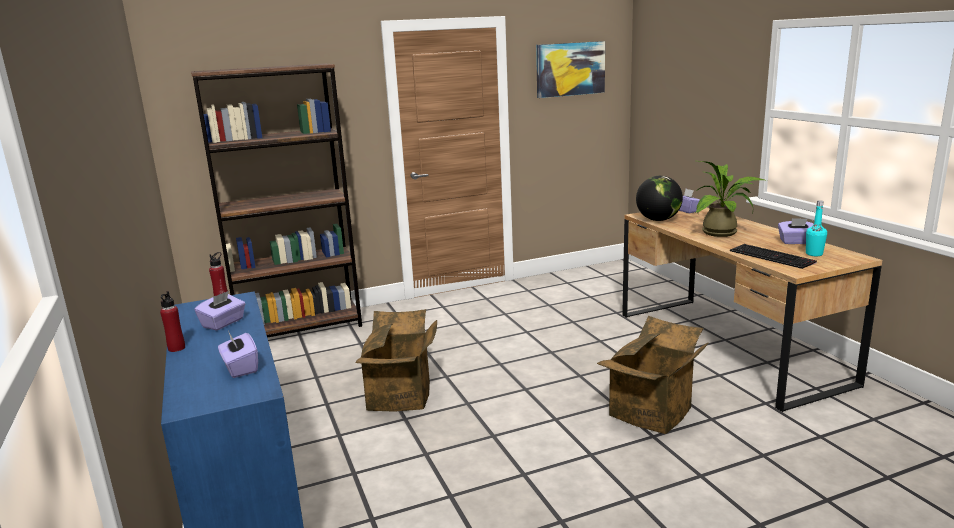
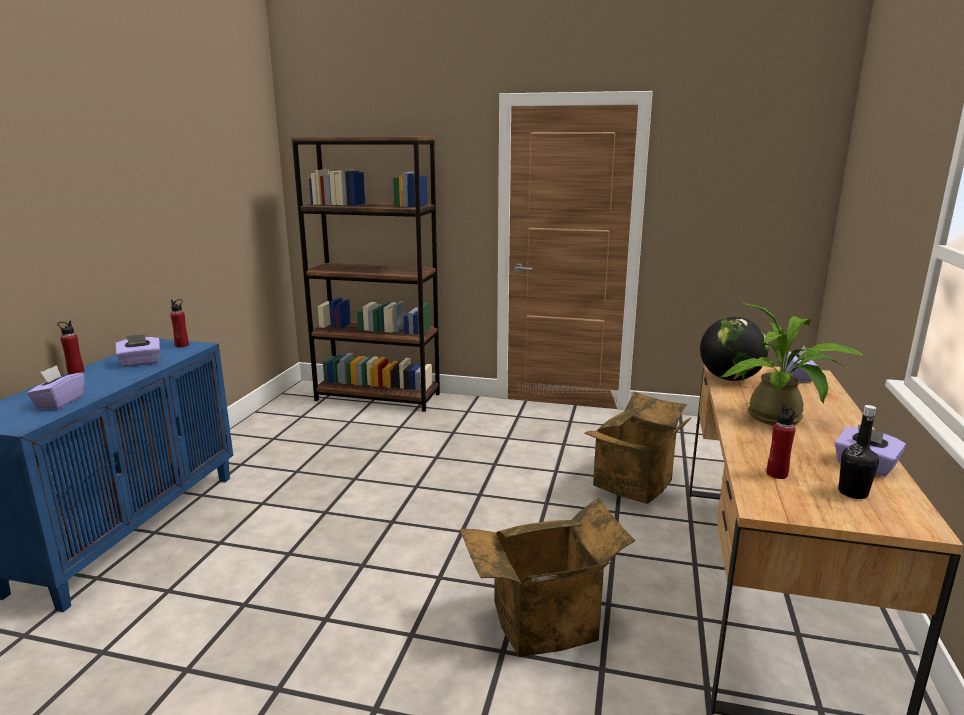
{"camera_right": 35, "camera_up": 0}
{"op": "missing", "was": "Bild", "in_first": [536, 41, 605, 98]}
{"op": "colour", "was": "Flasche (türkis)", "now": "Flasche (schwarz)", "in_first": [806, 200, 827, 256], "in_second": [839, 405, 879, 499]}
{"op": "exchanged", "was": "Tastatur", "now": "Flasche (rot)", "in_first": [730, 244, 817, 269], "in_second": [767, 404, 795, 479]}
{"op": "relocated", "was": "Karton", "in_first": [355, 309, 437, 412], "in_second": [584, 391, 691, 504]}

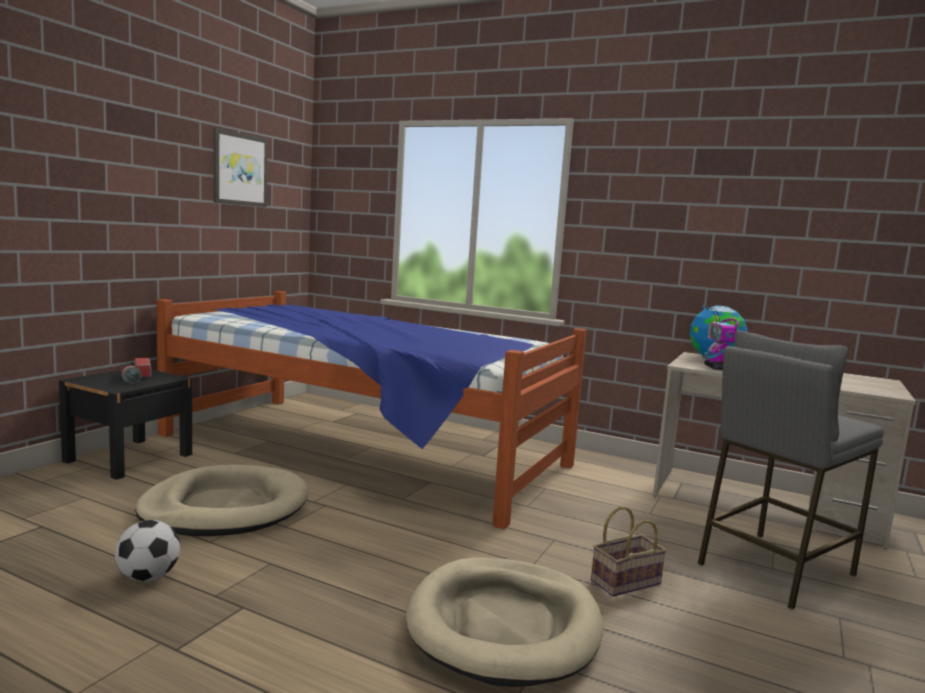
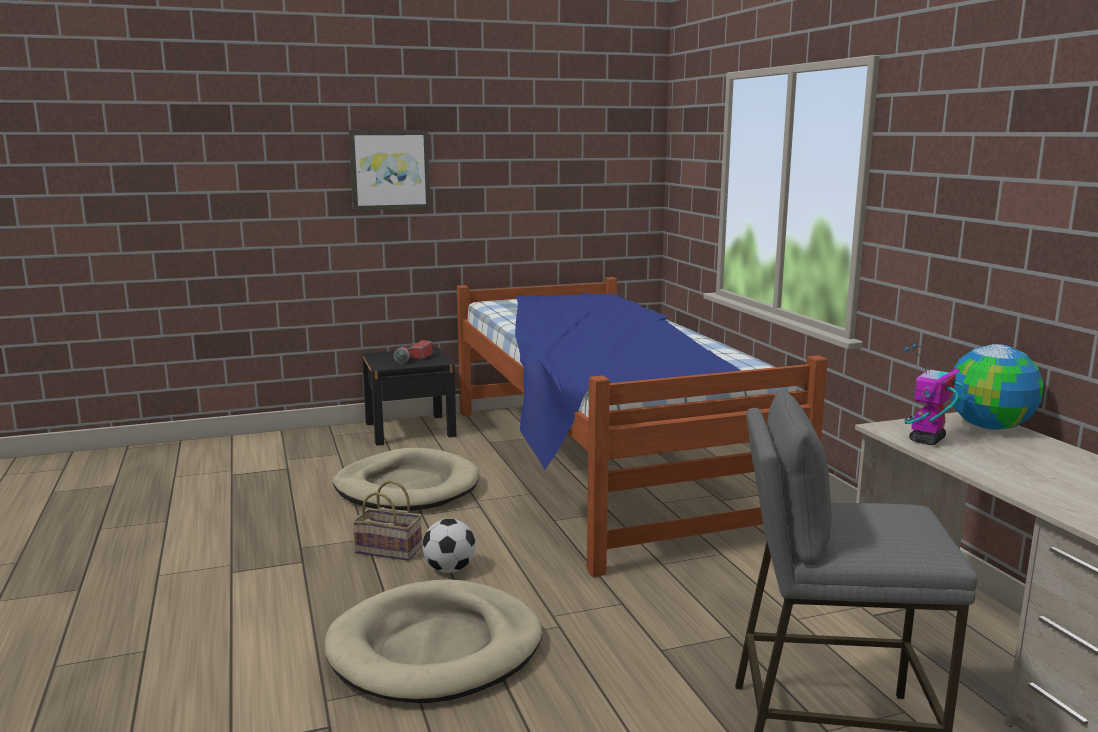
{"camera_right": 45, "camera_up": 5}
{"op": "relocated", "was": "Bild", "in_first": [213, 128, 268, 207], "in_second": [349, 130, 431, 210]}
{"op": "relocated", "was": "Korb", "in_first": [591, 506, 666, 597], "in_second": [352, 480, 422, 561]}
{"op": "relocated", "was": "Fußball", "in_first": [115, 520, 180, 582], "in_second": [422, 519, 476, 573]}

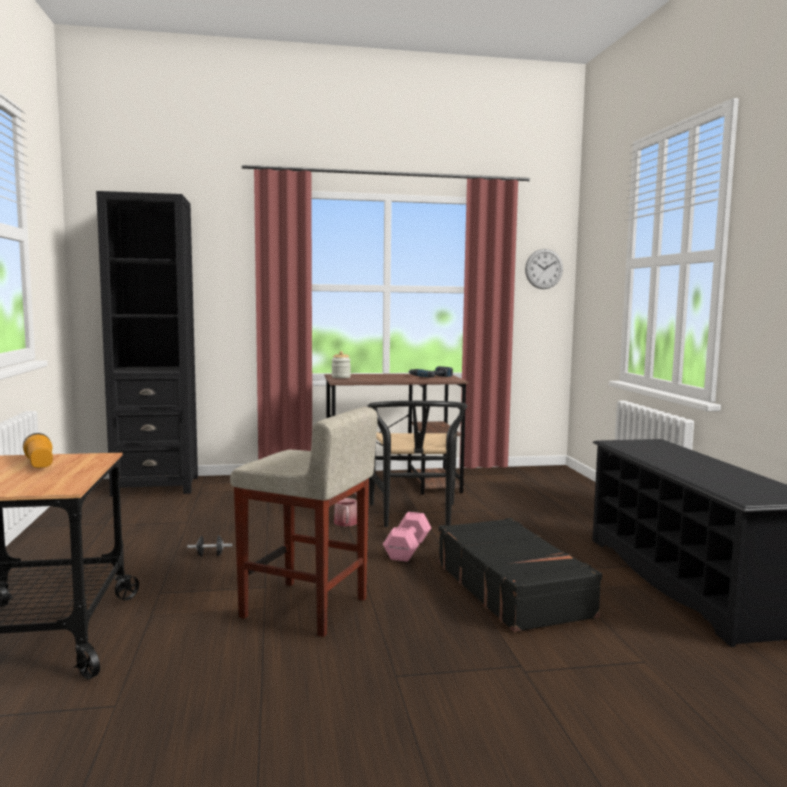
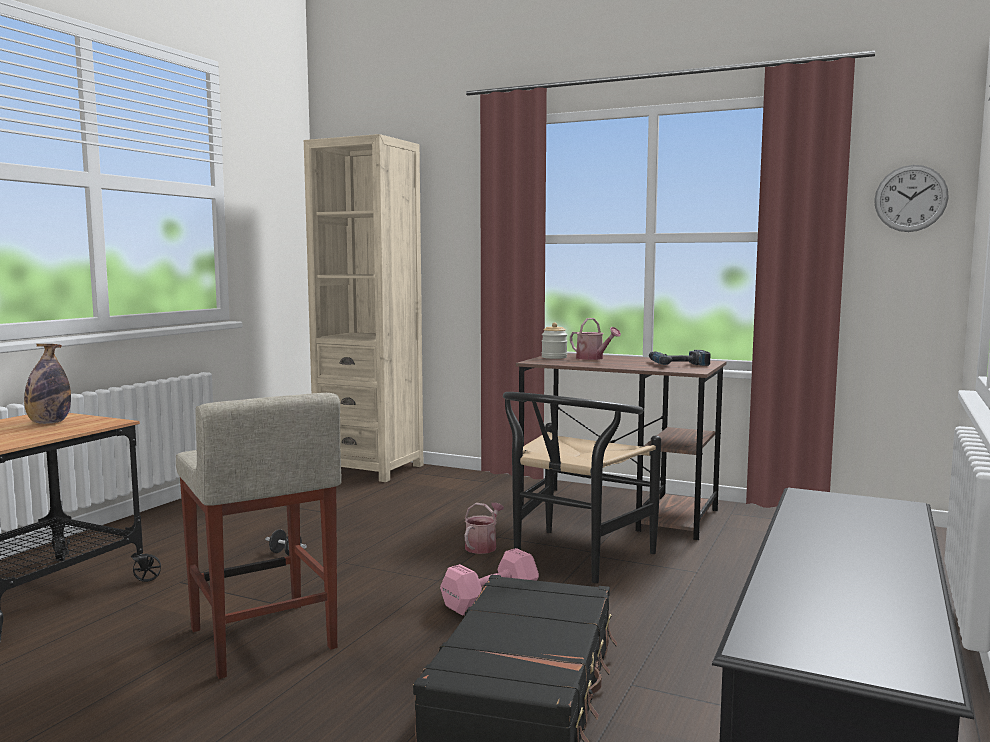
{"camera_right": 35, "camera_up": 0}
{"op": "colour", "was": "Bücherregal (schwarz)", "now": "Bücherregal (beige)", "in_first": [96, 191, 198, 496], "in_second": [304, 134, 423, 482]}
{"op": "exchanged", "was": "Taschenlampe", "now": "Flasche", "in_first": [23, 433, 53, 468], "in_second": [24, 344, 71, 424]}
{"op": "appeared", "now": "Gießkanne", "in_second": [570, 318, 621, 360]}

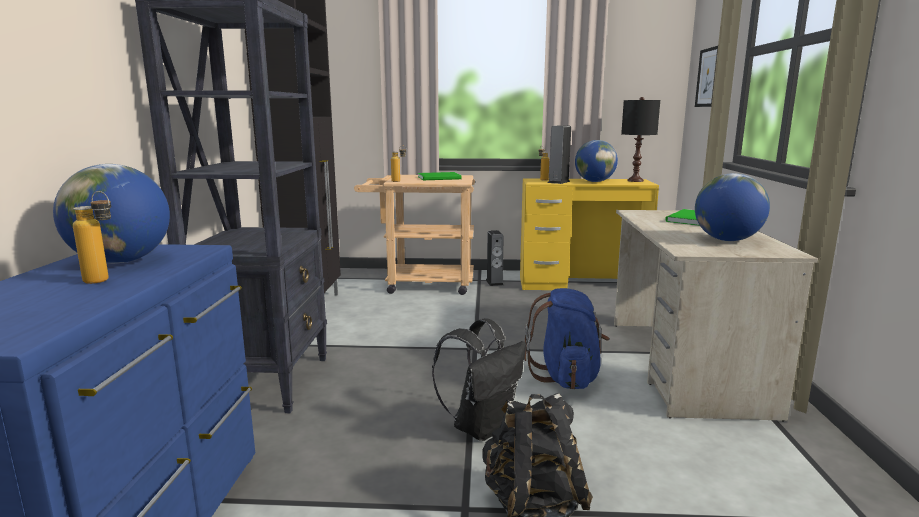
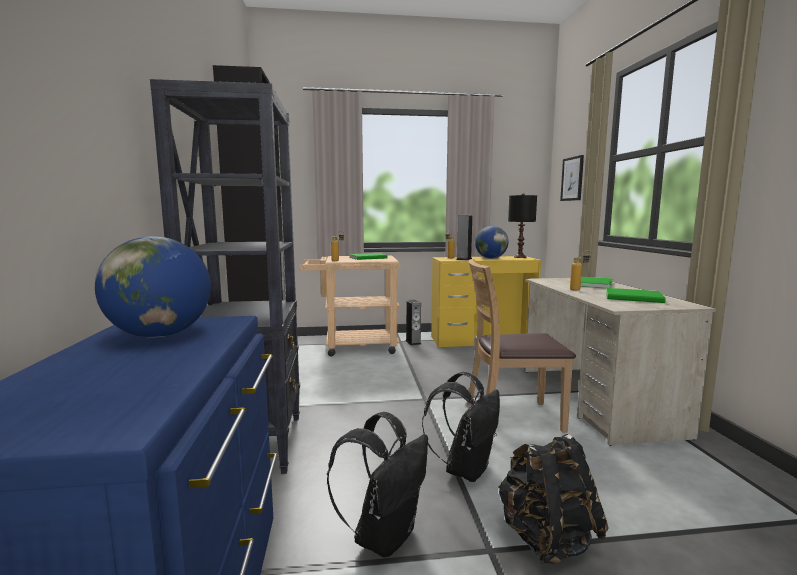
{"camera_right": -10, "camera_up": -5}
{"op": "exchanged", "was": "Globus", "now": "Buch (grün)", "in_first": [695, 173, 770, 241], "in_second": [606, 288, 666, 303]}
{"op": "relocated", "was": "Flasche", "in_first": [73, 191, 111, 284], "in_second": [570, 250, 591, 291]}
{"op": "exchanged", "was": "Rucksack (blau)", "now": "Stuhl (braun)", "in_first": [524, 288, 610, 390], "in_second": [466, 259, 576, 433]}
{"op": "appeared", "now": "Rucksack (schwarz)", "in_second": [327, 412, 428, 557]}

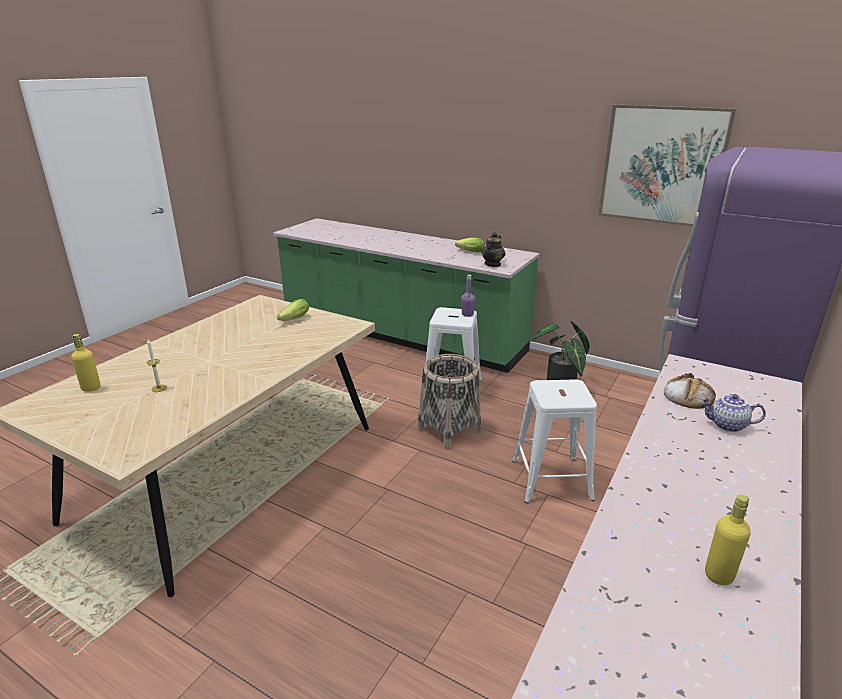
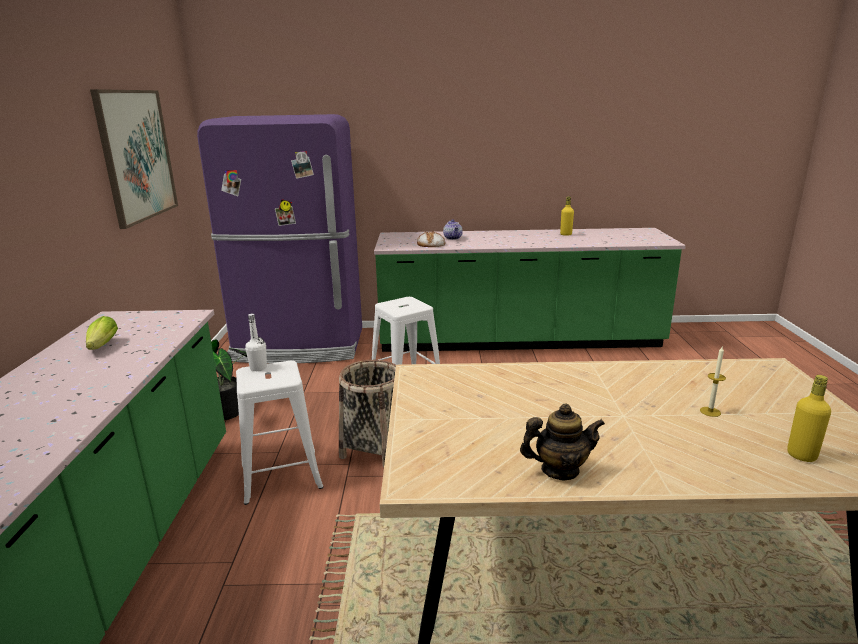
{"camera_right": -120, "camera_up": -5}
{"op": "relocated", "was": "Teekanne", "in_first": [481, 232, 505, 267], "in_second": [520, 403, 605, 480]}
{"op": "colour", "was": "Flasche (lila)", "now": "Flasche (weiß)", "in_first": [461, 275, 476, 317], "in_second": [245, 314, 267, 371]}
{"op": "missing", "was": "Salatkopf", "in_first": [277, 299, 309, 321]}

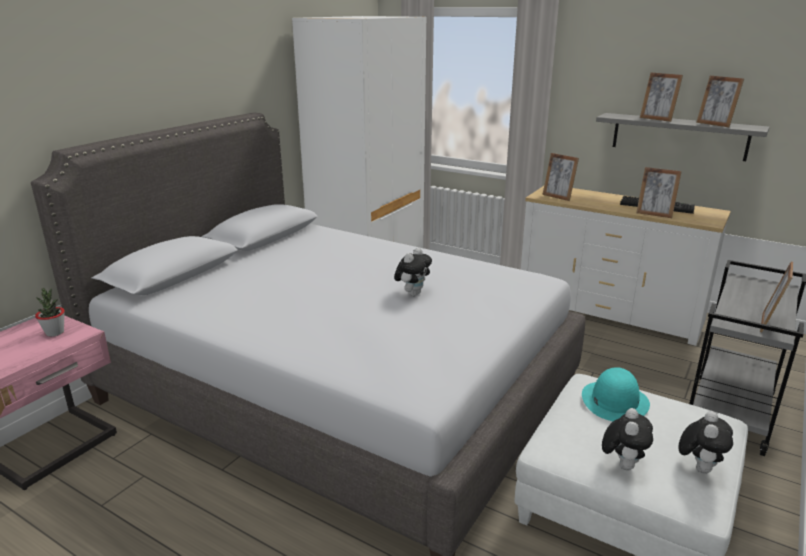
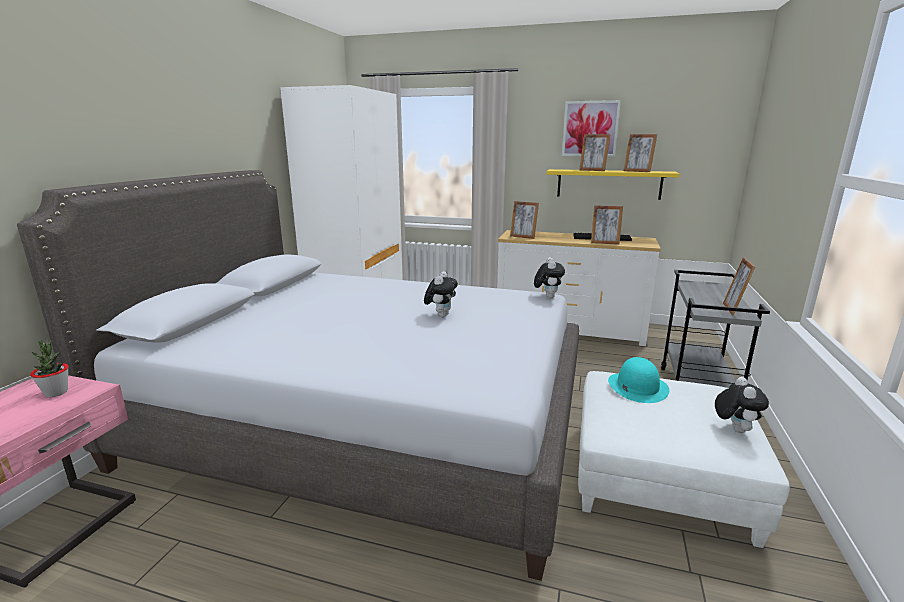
{"camera_right": -15, "camera_up": -5}
{"op": "colour", "was": "Wandregal (grau)", "now": "Wandregal (gelb)", "in_first": [596, 113, 769, 161], "in_second": [546, 169, 679, 200]}
{"op": "relocated", "was": "Plüschtier", "in_first": [602, 408, 653, 470], "in_second": [534, 257, 565, 298]}
{"op": "appeared", "now": "Bild", "in_second": [562, 100, 621, 157]}

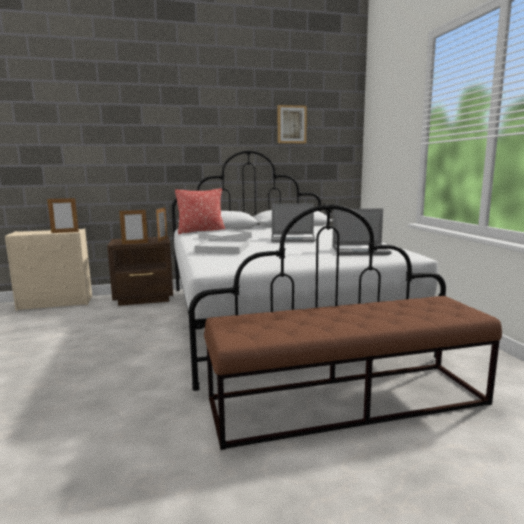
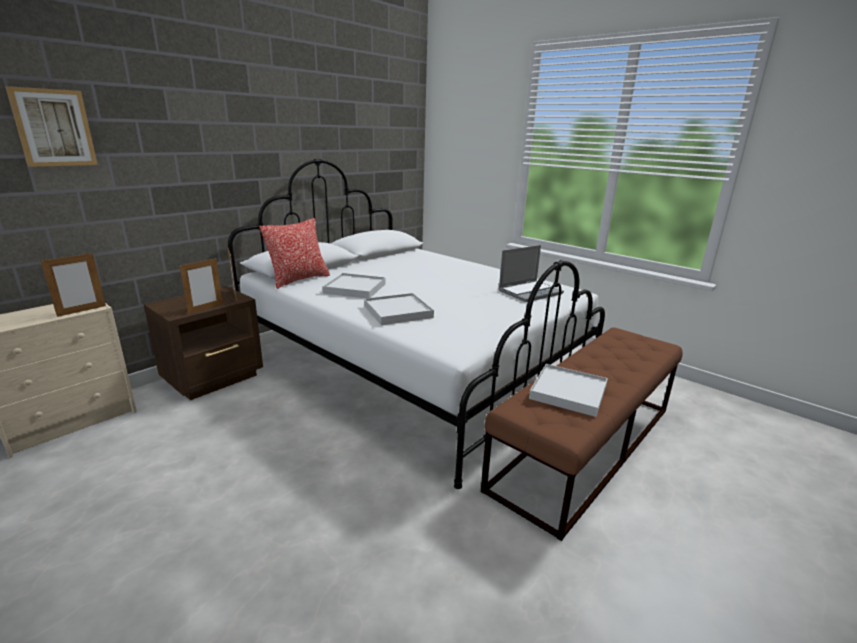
{"camera_right": -35, "camera_up": 10}
{"op": "relocated", "was": "Bild", "in_first": [278, 105, 307, 143], "in_second": [5, 86, 98, 167]}
{"op": "missing", "was": "Laptop", "in_first": [271, 203, 316, 242]}
{"op": "appeared", "now": "Tablett (weiß)", "in_second": [529, 364, 608, 417]}

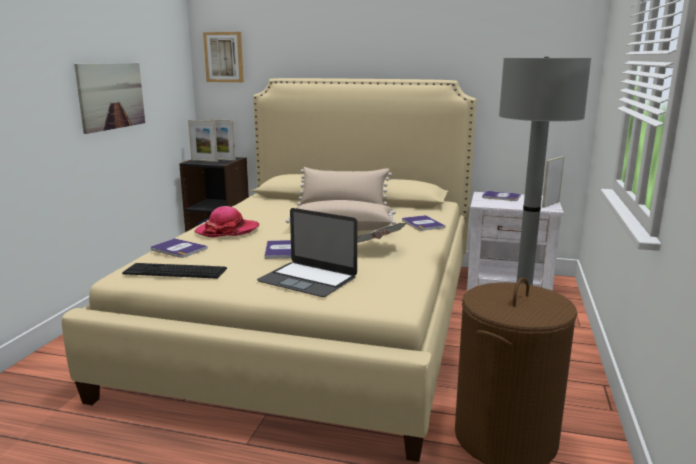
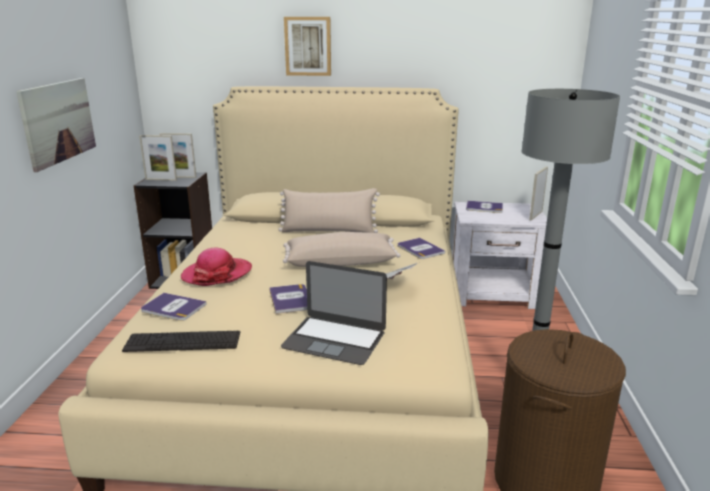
{"camera_right": -10, "camera_up": 5}
{"op": "relocated", "was": "Bild", "in_first": [203, 32, 244, 82], "in_second": [284, 17, 331, 76]}

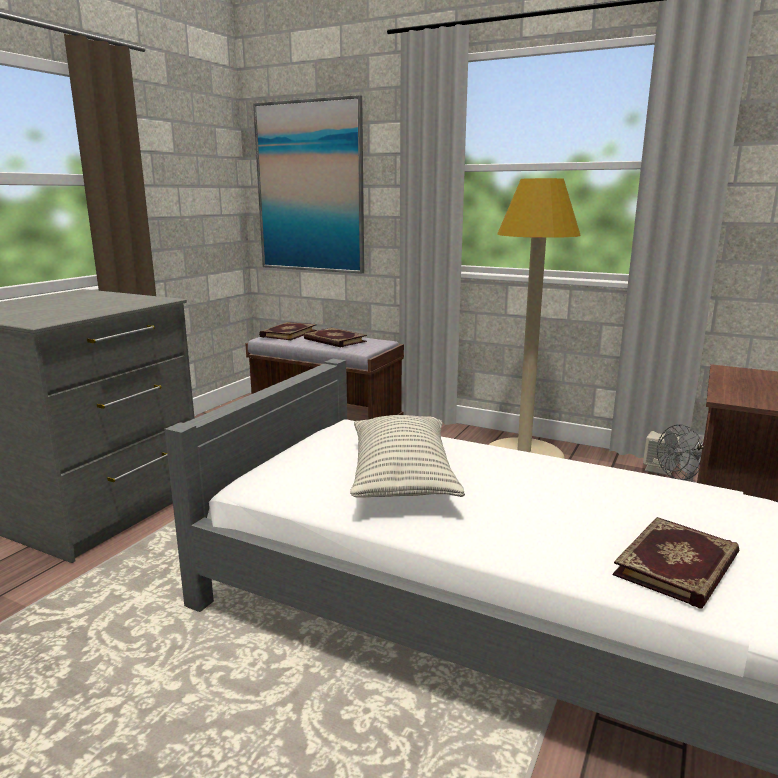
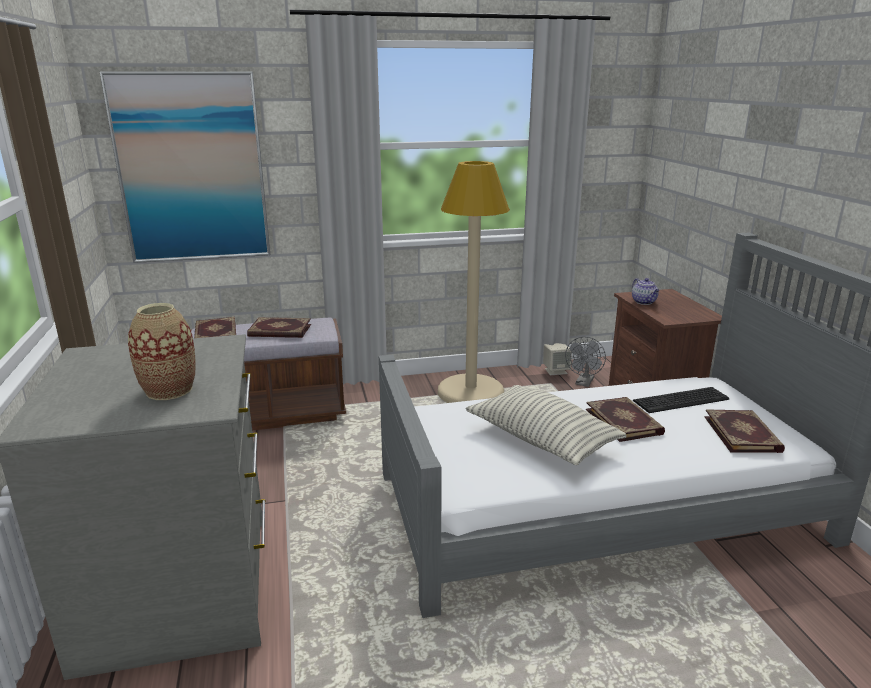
{"camera_right": -40, "camera_up": 5}
{"op": "appeared", "now": "Teekanne", "in_second": [632, 278, 660, 305]}
{"op": "appeared", "now": "Vase", "in_second": [128, 303, 196, 400]}
{"op": "appeared", "now": "Tastatur", "in_second": [633, 387, 729, 413]}
{"op": "appeared", "now": "Buch", "in_second": [586, 397, 665, 442]}

